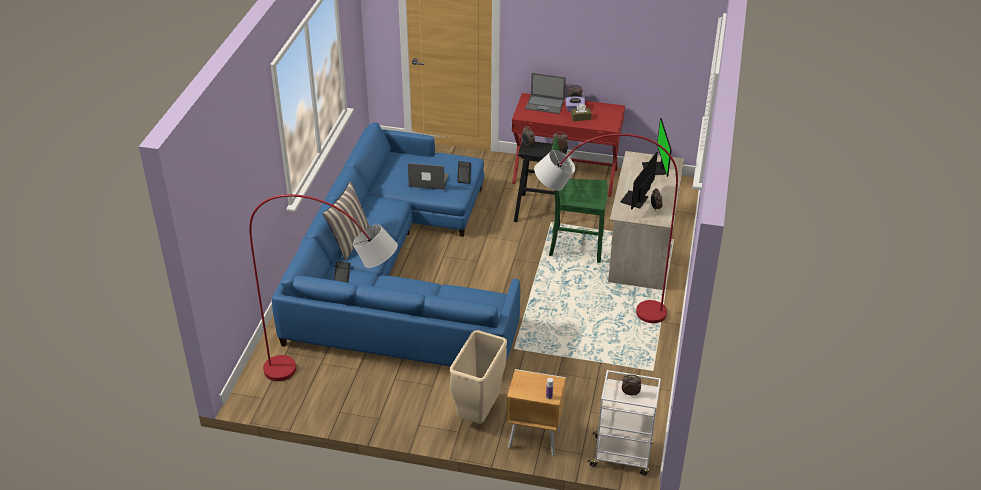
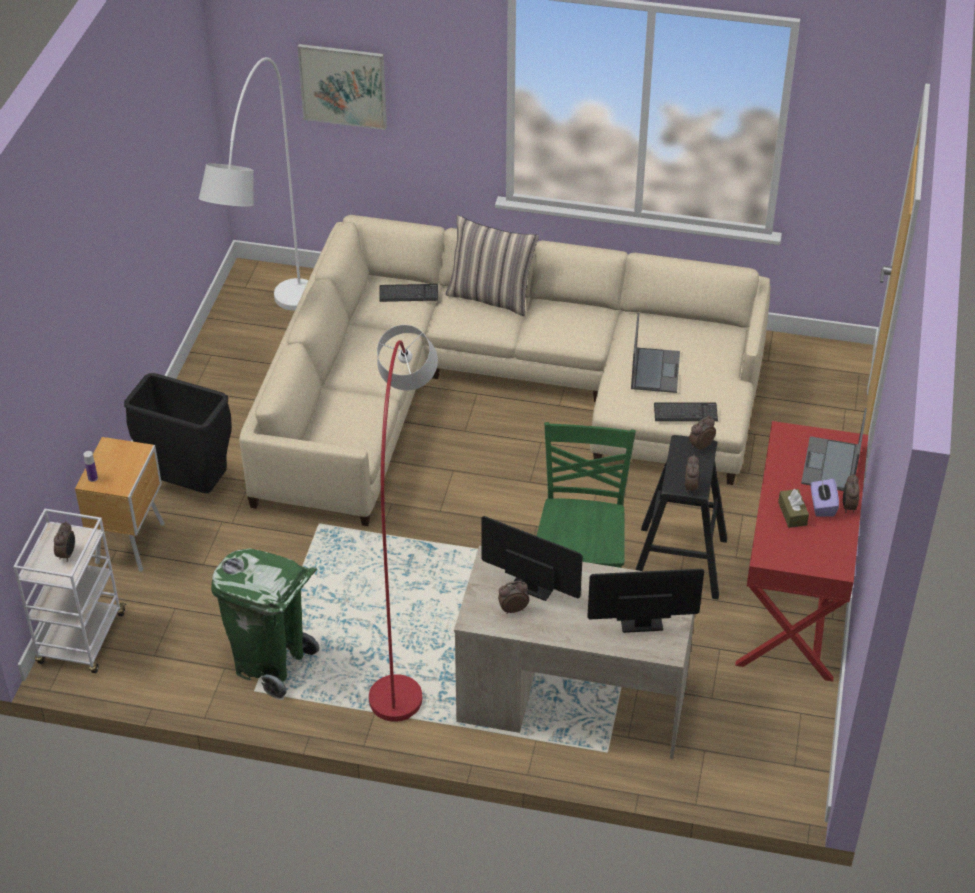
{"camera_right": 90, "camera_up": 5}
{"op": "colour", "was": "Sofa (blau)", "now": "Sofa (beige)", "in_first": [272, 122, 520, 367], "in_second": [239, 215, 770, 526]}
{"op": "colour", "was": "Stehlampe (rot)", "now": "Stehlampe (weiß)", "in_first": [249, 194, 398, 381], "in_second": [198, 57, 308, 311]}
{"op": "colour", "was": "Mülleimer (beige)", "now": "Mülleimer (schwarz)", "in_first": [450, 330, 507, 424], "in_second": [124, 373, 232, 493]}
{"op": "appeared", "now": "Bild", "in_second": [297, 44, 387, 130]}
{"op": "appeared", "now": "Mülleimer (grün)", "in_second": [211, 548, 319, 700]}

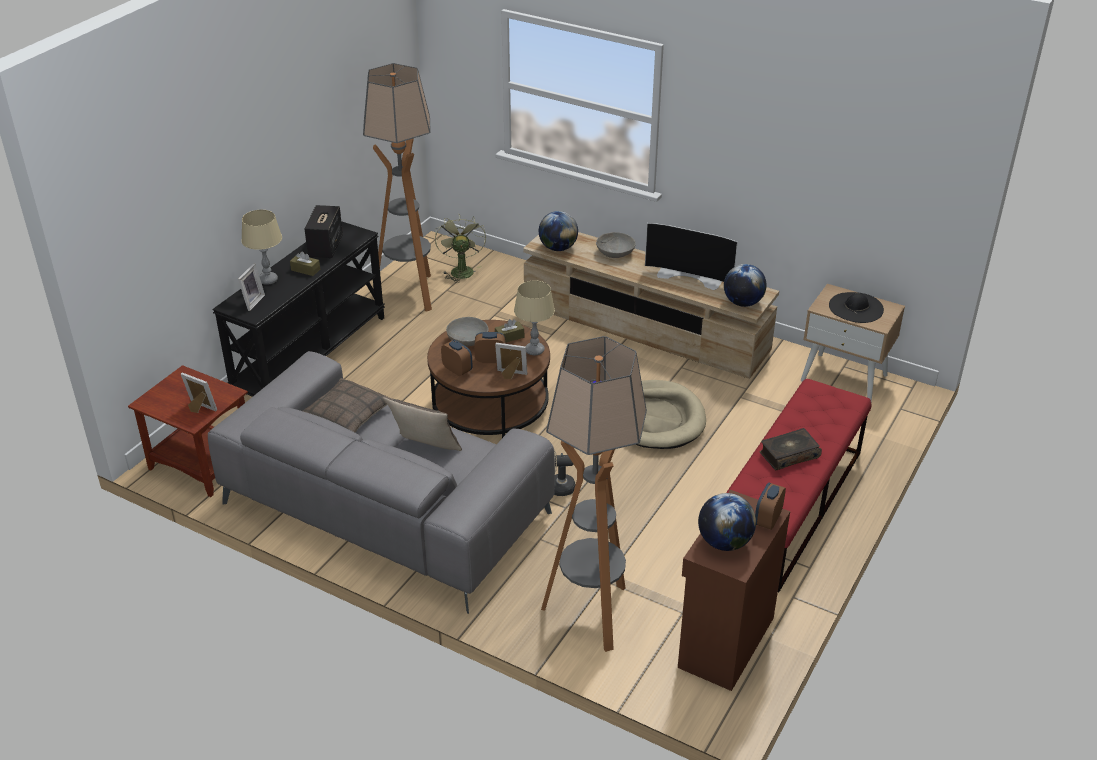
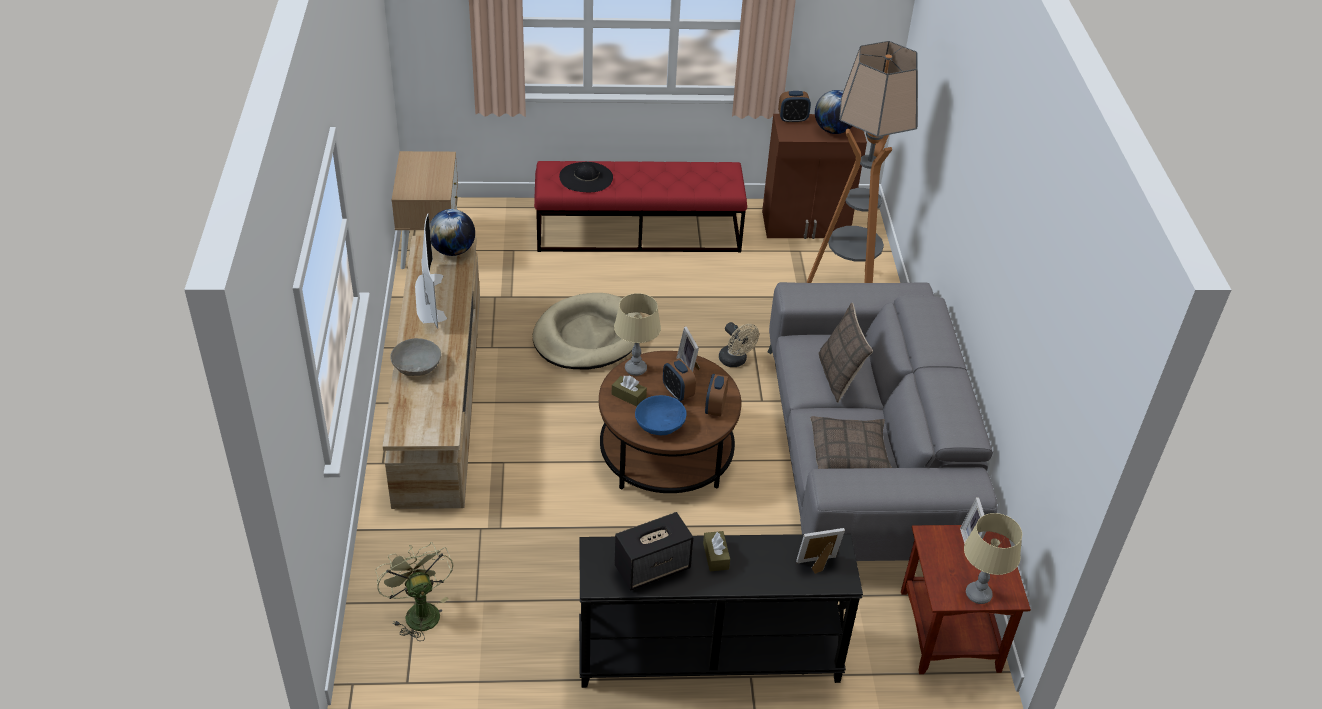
{"camera_right": -125, "camera_up": 5}
{"op": "missing", "was": "Stehlampe", "in_first": [363, 63, 432, 312]}
{"op": "relocated", "was": "Tischlampe (beige)", "in_first": [241, 210, 282, 285], "in_second": [964, 513, 1022, 604]}
{"op": "missing", "was": "Globus", "in_first": [539, 211, 578, 251]}
{"op": "spun", "was": "Ventilator (grün)", "in_first": [435, 215, 486, 283], "in_second": [375, 542, 453, 641], "clockwise": 105}
{"op": "relocated", "was": "Hut (schwarz)", "in_first": [829, 292, 884, 323], "in_second": [559, 162, 613, 192]}
{"op": "colour", "was": "Schüssel (grau)", "now": "Schüssel (blau)", "in_first": [446, 317, 489, 346], "in_second": [635, 395, 687, 435]}
{"op": "missing", "was": "Buch", "in_first": [759, 428, 822, 470]}

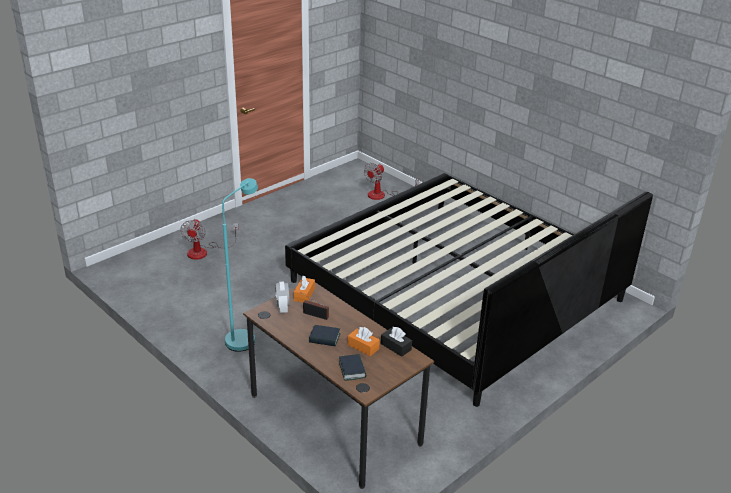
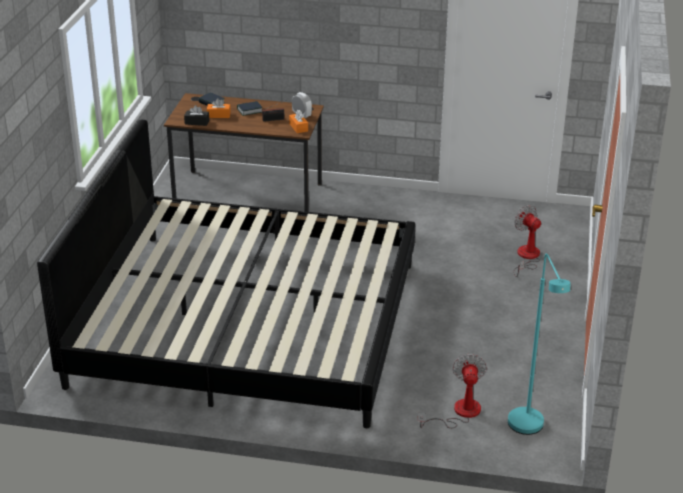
{"camera_right": 145, "camera_up": 0}
{"op": "relocated", "was": "Stehlampe (türkis)", "in_first": [222, 178, 258, 352], "in_second": [508, 254, 570, 435]}

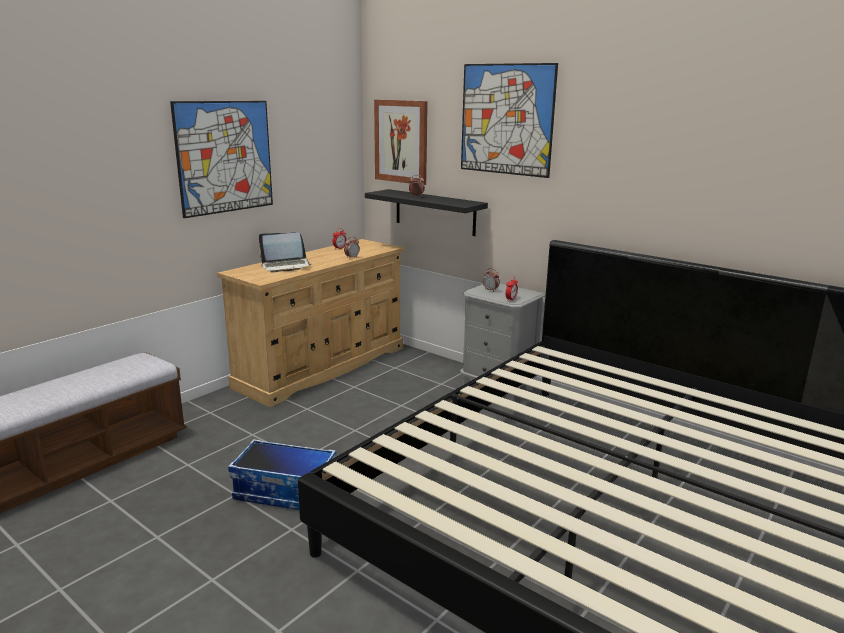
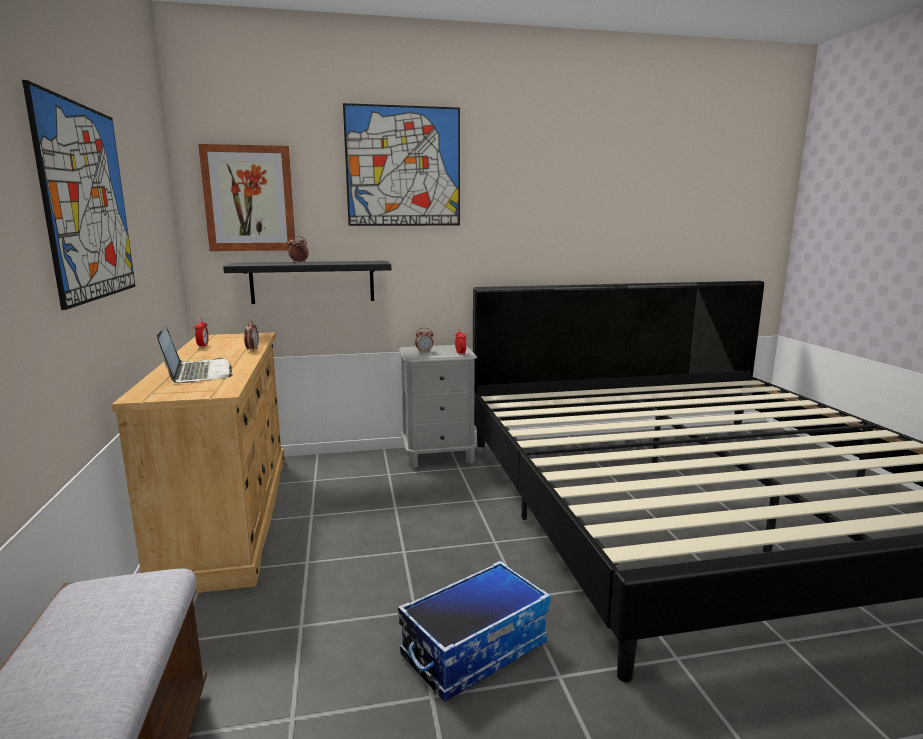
{"camera_right": -50, "camera_up": -5}
{"op": "spun", "was": "Laptop", "in_first": [259, 232, 311, 272], "in_second": [157, 326, 233, 383], "clockwise": -45}

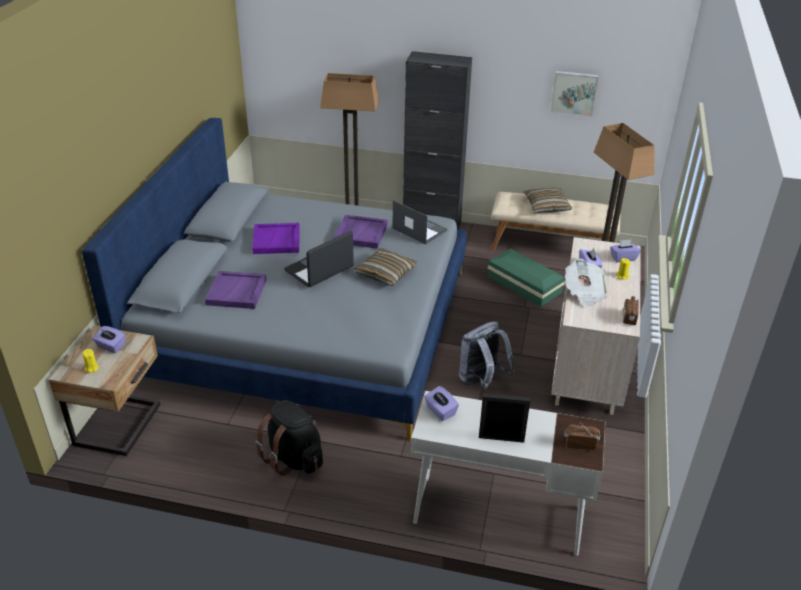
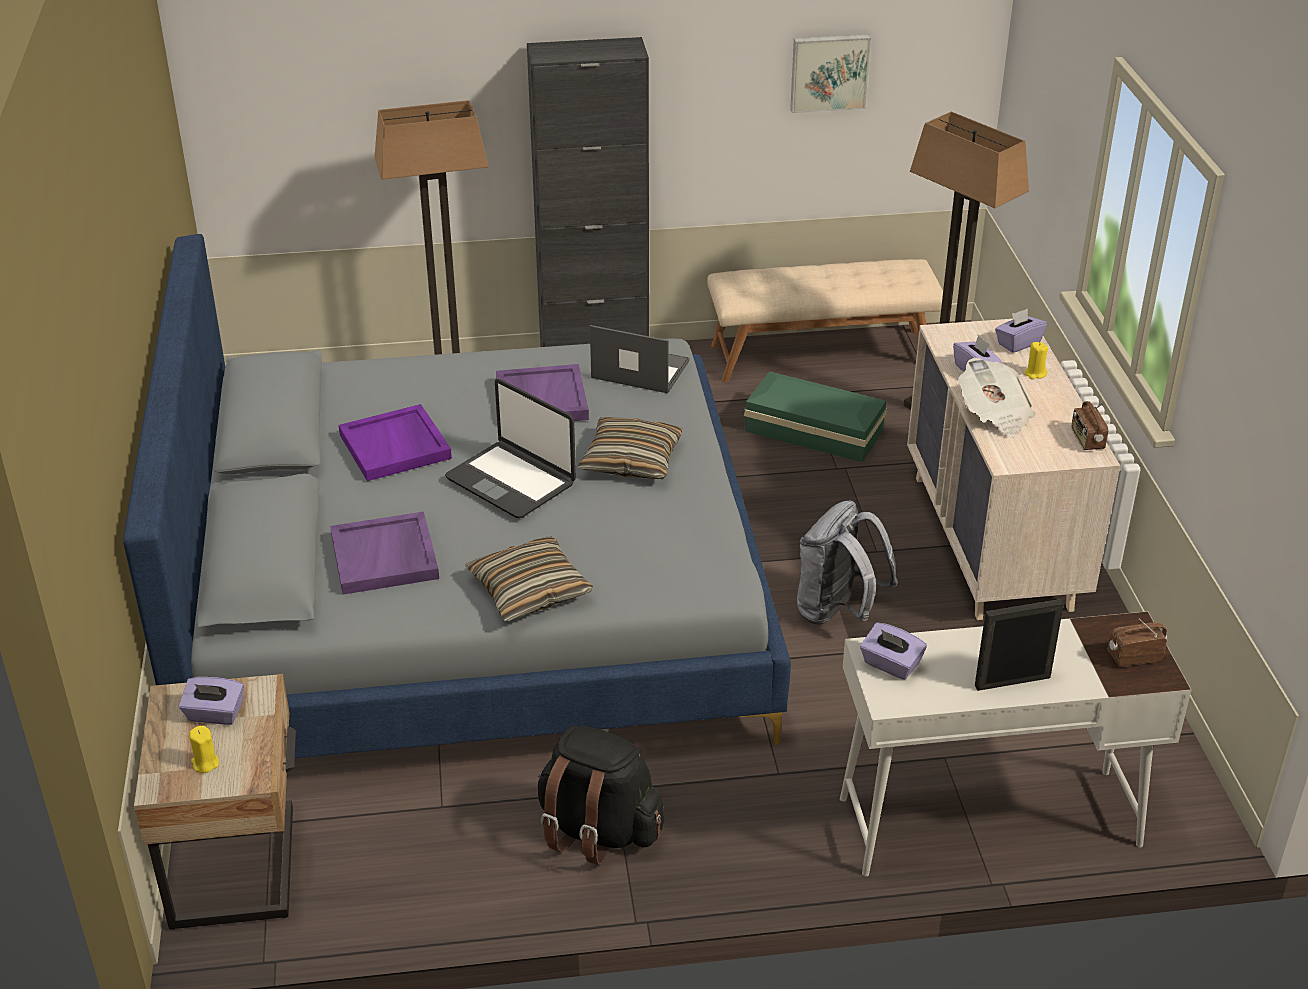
{"camera_right": -20, "camera_up": 0}
{"op": "relocated", "was": "Kissen", "in_first": [524, 188, 572, 213], "in_second": [465, 536, 593, 621]}
{"op": "spun", "was": "Laptop", "in_first": [284, 231, 354, 287], "in_second": [445, 379, 576, 519], "clockwise": -75}

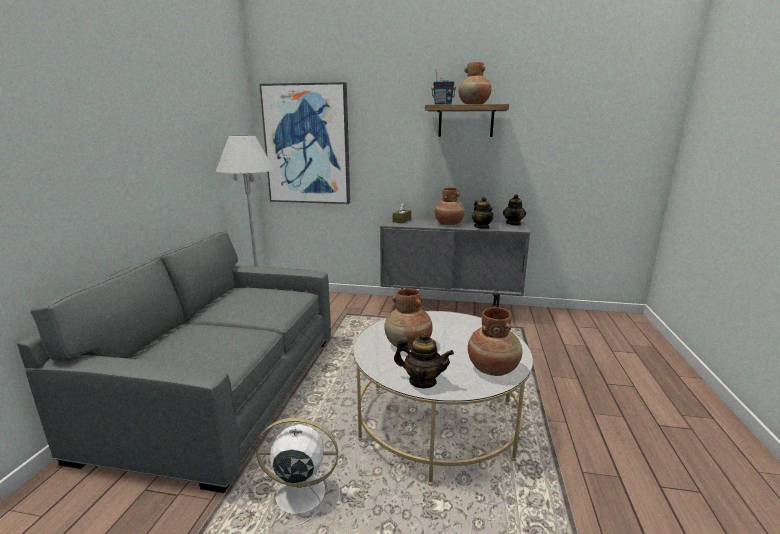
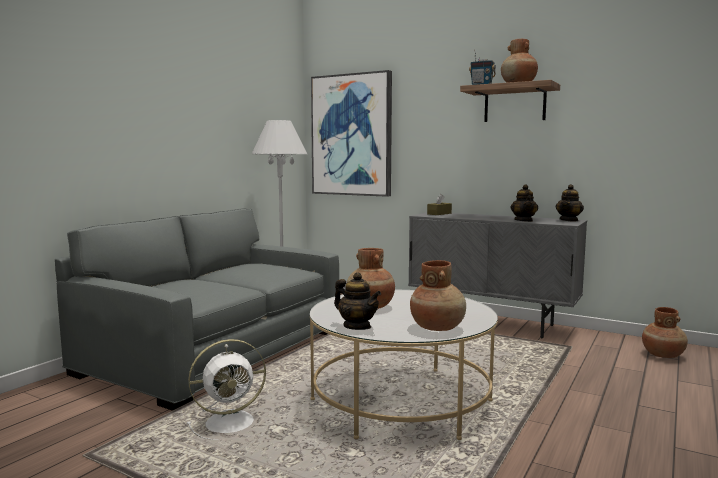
{"camera_right": 20, "camera_up": -10}
{"op": "relocated", "was": "Vase (braun)", "in_first": [435, 187, 465, 225], "in_second": [642, 307, 688, 358]}
{"op": "spun", "was": "Ventilator (weiß)", "in_first": [256, 418, 340, 526], "in_second": [187, 339, 266, 440], "clockwise": 135}

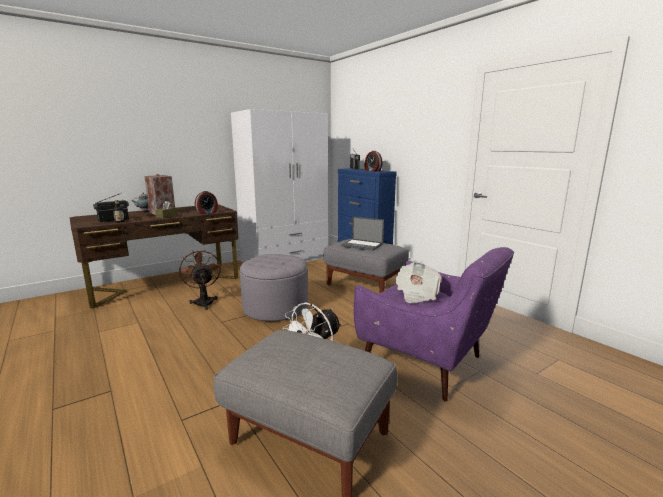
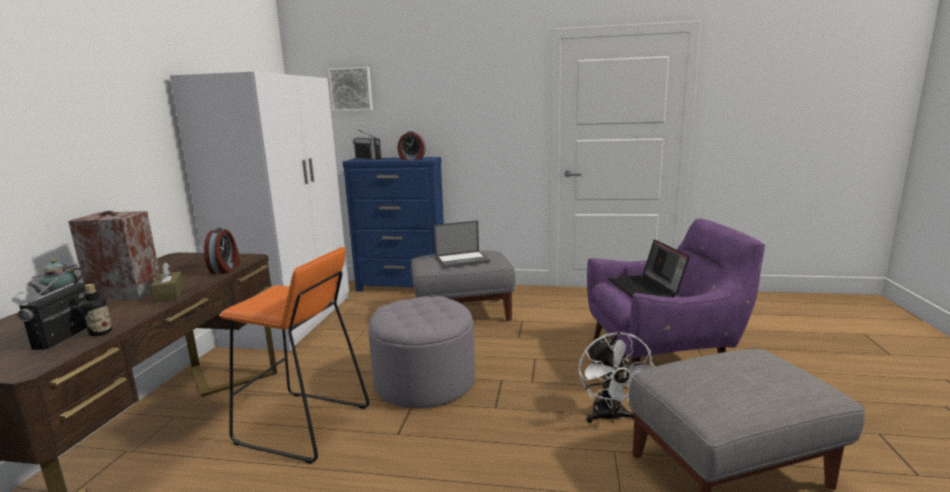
{"camera_right": -45, "camera_up": 0}
{"op": "exchanged", "was": "Ventilator (braun)", "now": "Hocker (orange)", "in_first": [179, 250, 221, 310], "in_second": [219, 247, 369, 464]}
{"op": "exchanged", "was": "Zeitung", "now": "Laptop", "in_first": [395, 262, 441, 303], "in_second": [608, 239, 689, 297]}
{"op": "appeared", "now": "Bild", "in_second": [328, 67, 373, 111]}

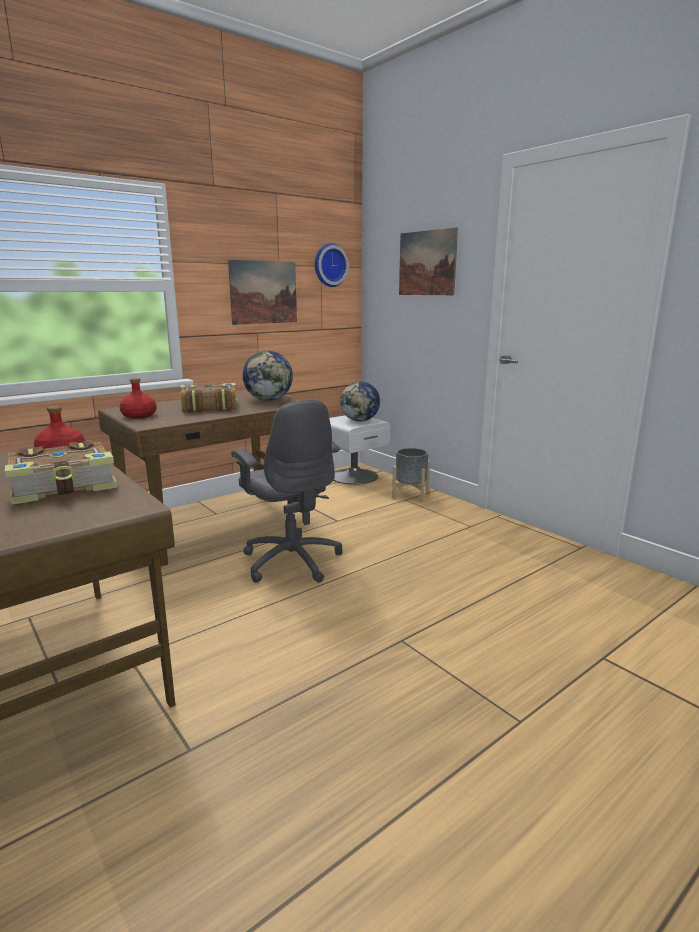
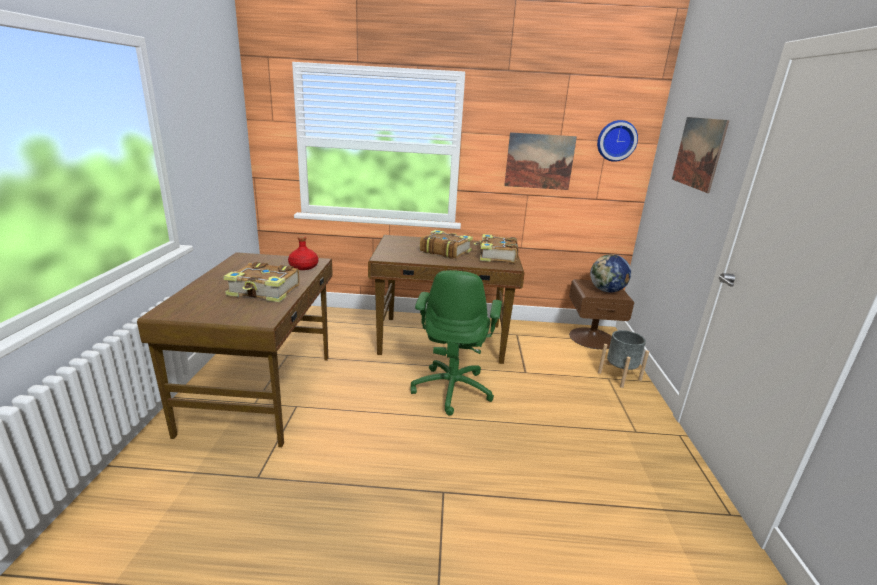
{"camera_right": 40, "camera_up": 5}
{"op": "exchanged", "was": "Globus", "now": "Buch", "in_first": [243, 350, 293, 401], "in_second": [474, 234, 518, 263]}
{"op": "missing", "was": "Flasche (rot)", "in_first": [119, 378, 157, 418]}
{"op": "colour", "was": "Bürostuhl (grau)", "now": "Bürostuhl (grün)", "in_first": [231, 400, 343, 583], "in_second": [410, 270, 502, 415]}
{"op": "colour", "was": "Nachttisch (weiß)", "now": "Nachttisch (braun)", "in_first": [329, 415, 390, 484], "in_second": [569, 279, 634, 349]}

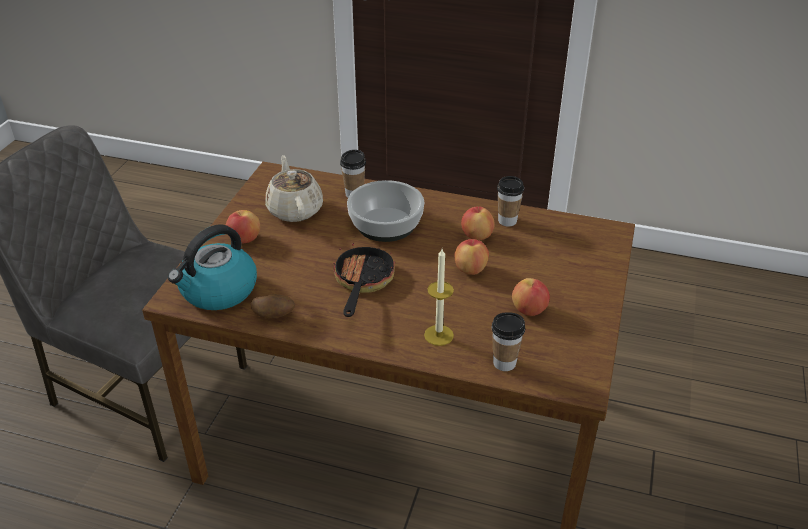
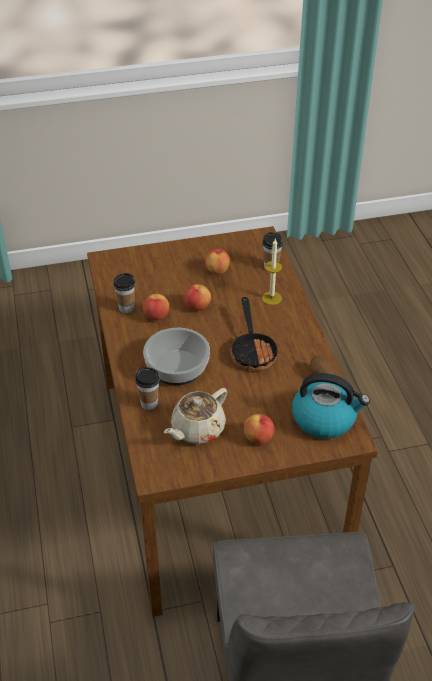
{"camera_right": -120, "camera_up": 5}
{"op": "spun", "was": "Pfanne", "in_first": [333, 243, 395, 317], "in_second": [230, 297, 279, 370], "clockwise": -75}

